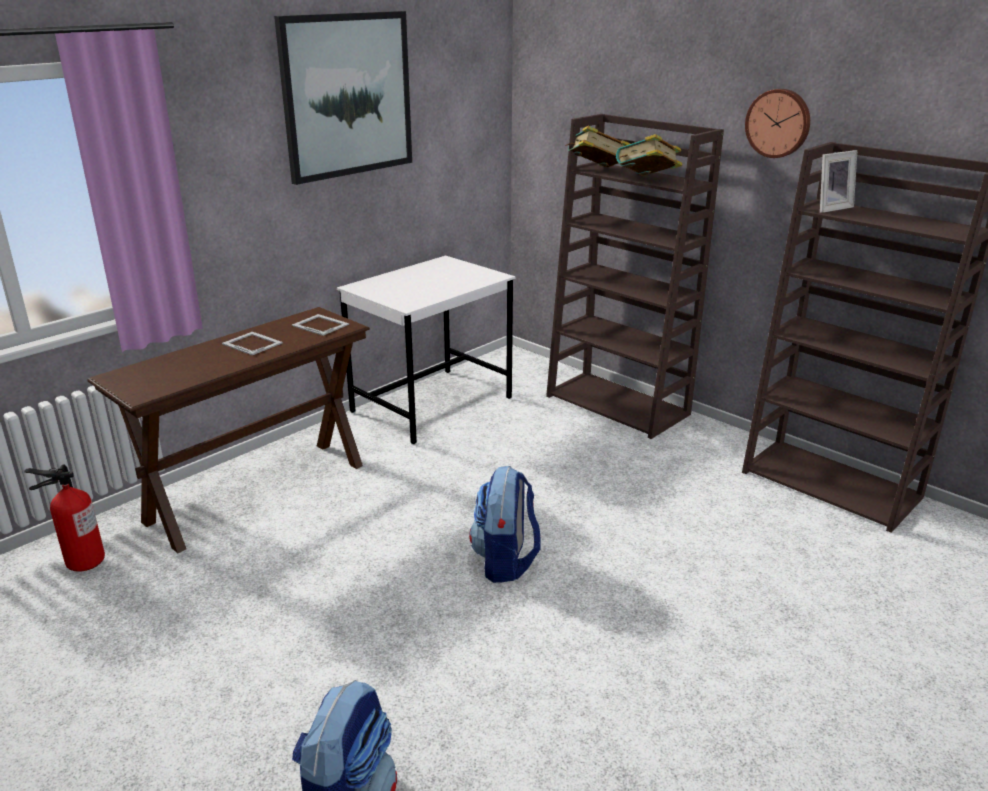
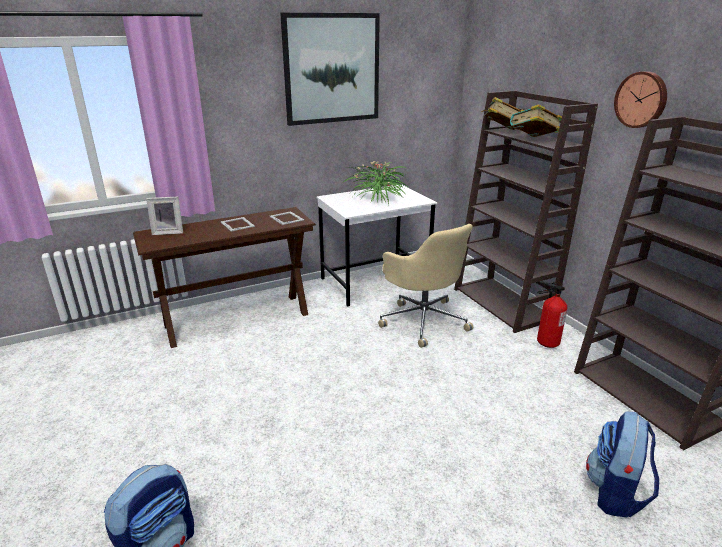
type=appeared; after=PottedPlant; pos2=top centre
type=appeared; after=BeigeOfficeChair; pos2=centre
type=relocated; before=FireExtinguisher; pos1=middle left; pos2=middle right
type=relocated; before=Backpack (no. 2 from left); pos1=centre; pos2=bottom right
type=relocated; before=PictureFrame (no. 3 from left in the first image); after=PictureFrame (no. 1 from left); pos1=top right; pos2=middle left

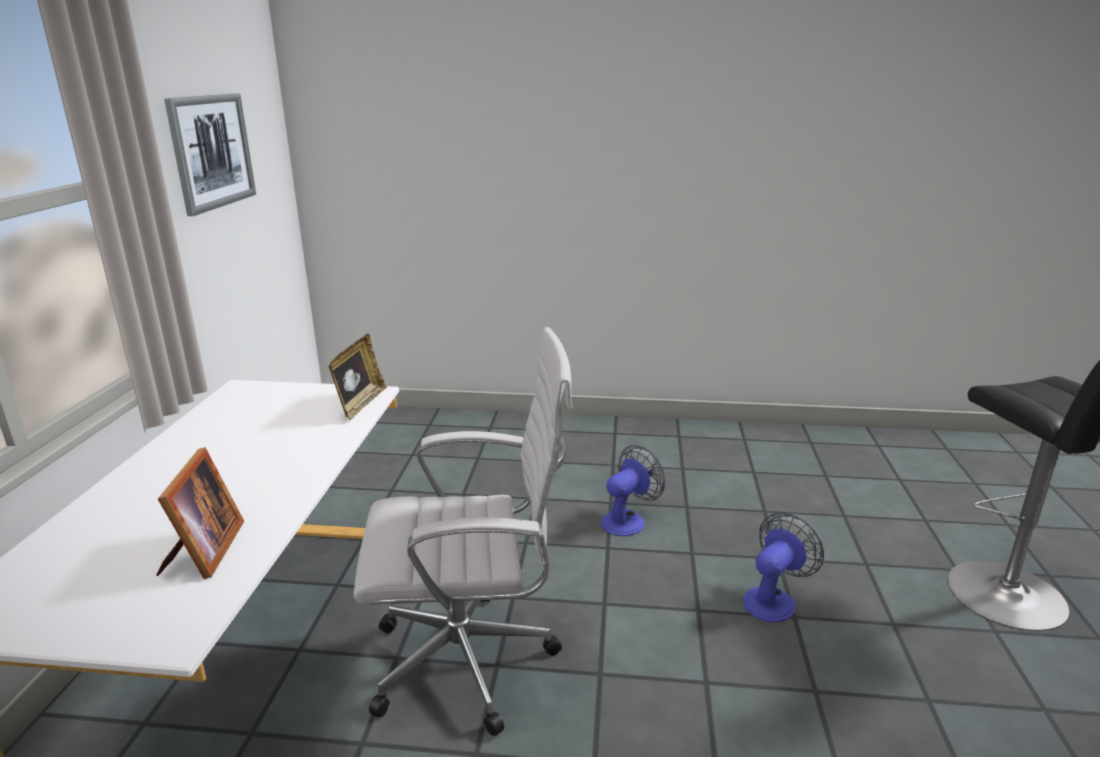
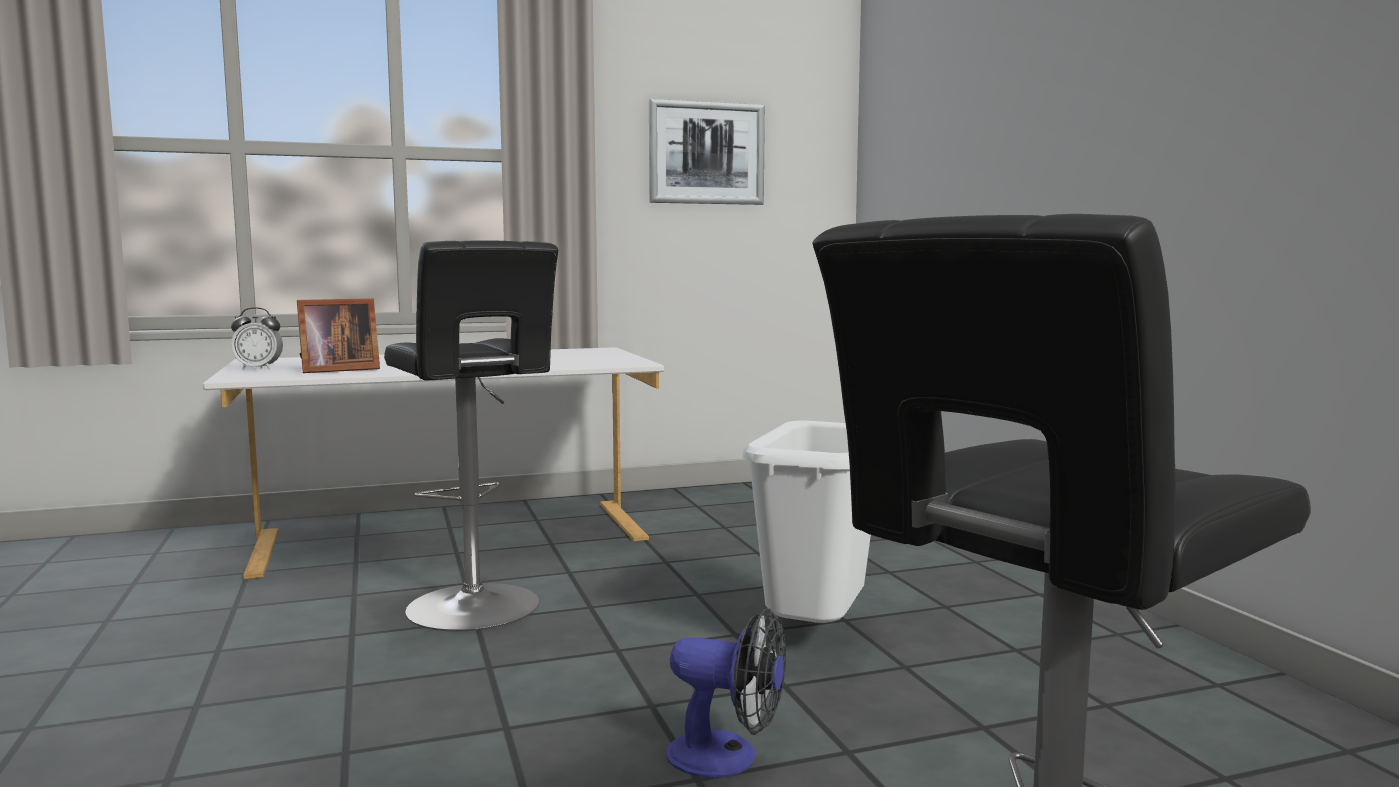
type=missing; before=PictureFrame (no. 2 from left); pos1=middle left
type=appeared; after=AlarmClock; pos2=middle left
type=exchanged; before=WhiteOfficeChair; after=BlackStool (no. 1 from left); pos1=bottom centre; pos2=centre
type=exchanged; before=Fan (no. 1 from left); after=WhiteTrashCan; pos1=centre; pos2=bottom centre

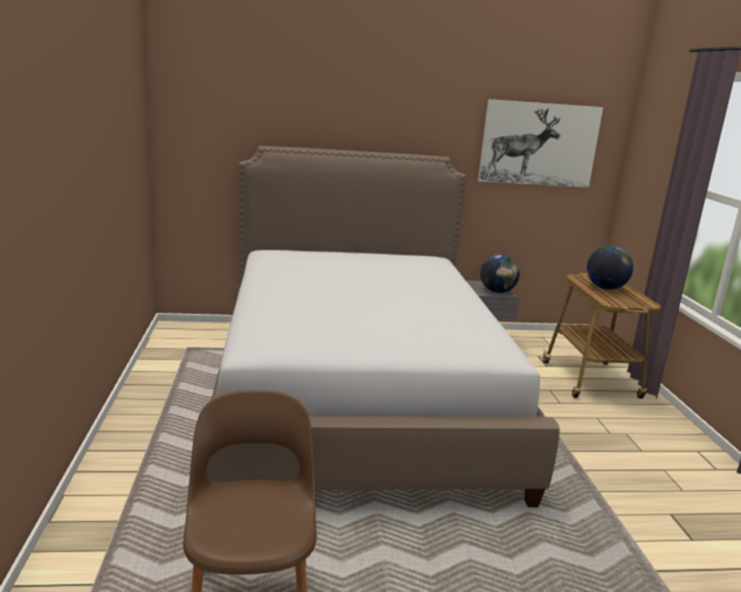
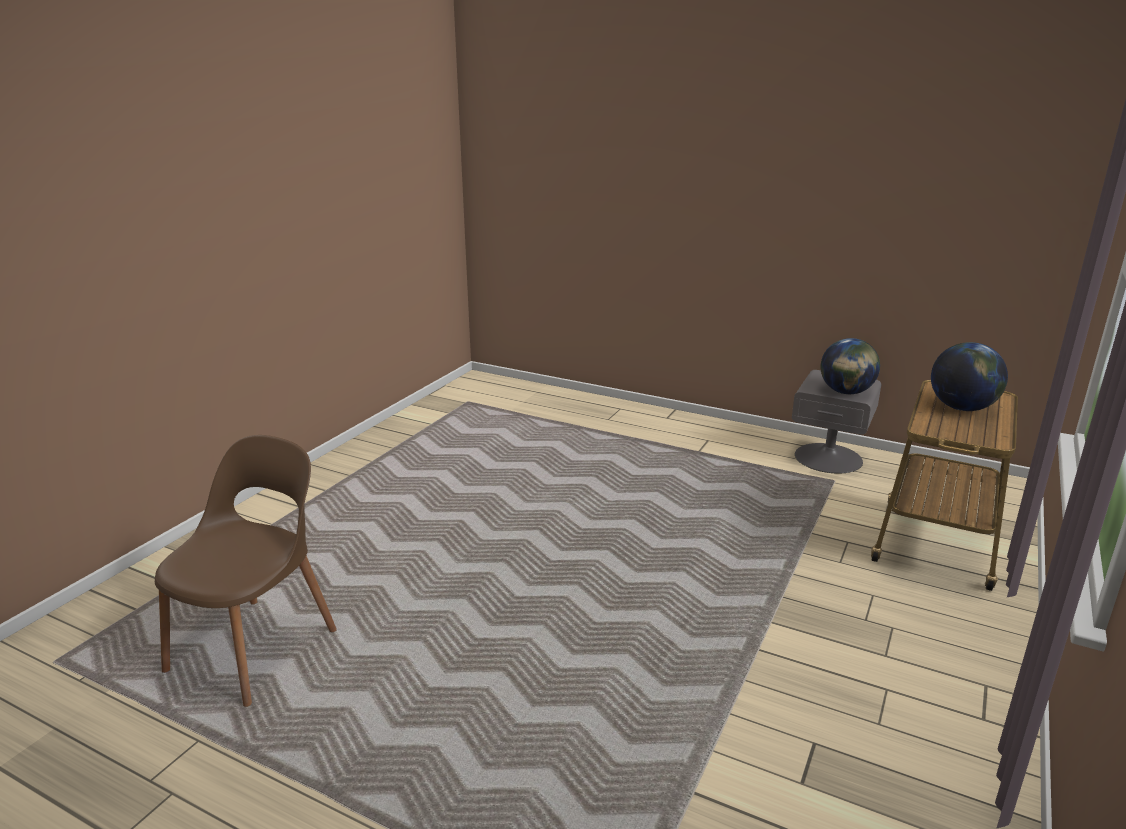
type=missing; before=Bed; pos1=centre
type=missing; before=Picture; pos1=top right

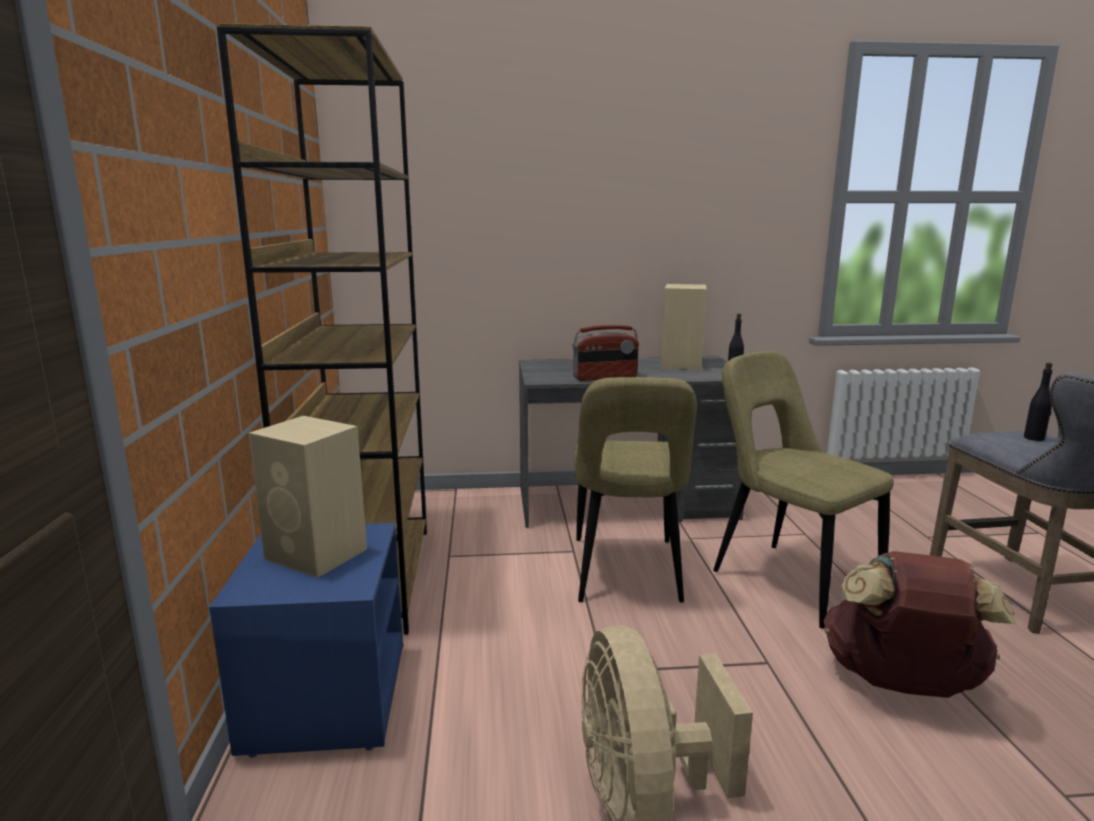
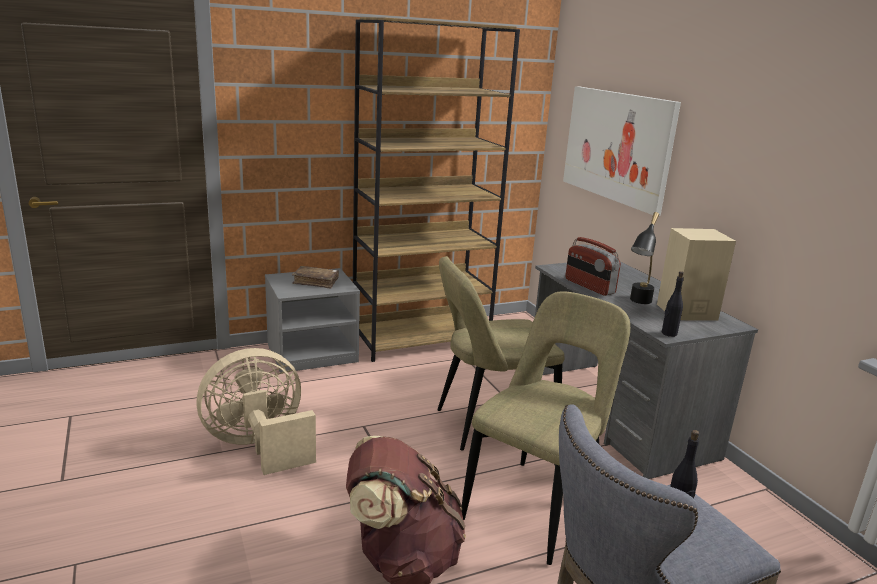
type=appeared; after=Picture; pos2=top right
type=appeared; after=BlackTableLamp; pos2=middle right
type=exchanged; before=BeigeSpeaker (no. 1 from left); after=BrownBook; pos1=middle left; pos2=centre
type=colour; before=BlueNightstand; after=GreyNightstand; pos1=bottom left; pos2=centre

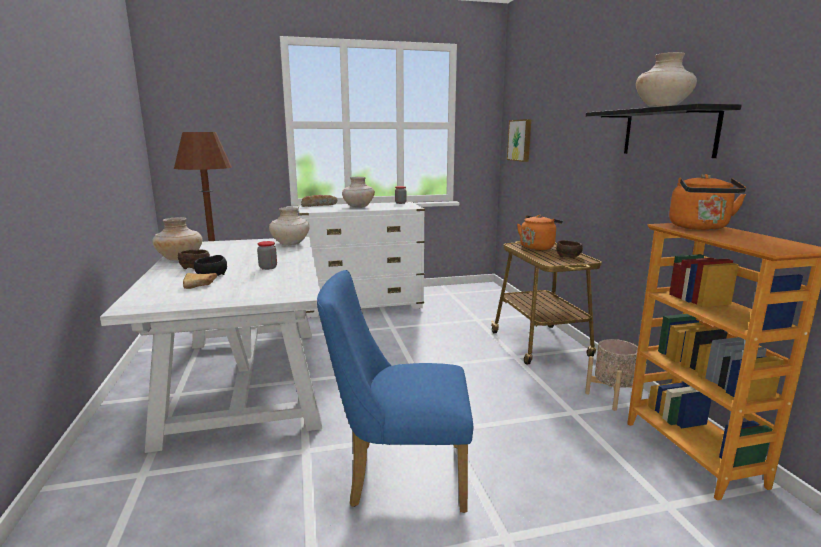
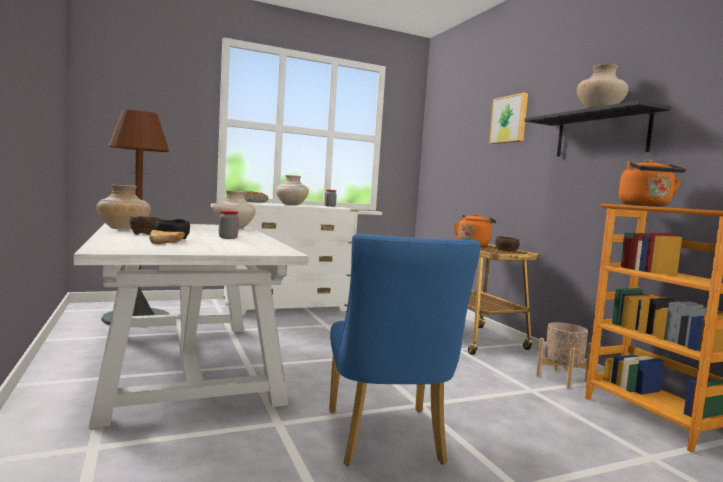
type=relocated; before=Picture; pos1=top centre; pos2=top right
type=spun; before=BlueChair; pos1=bottom centre; pos2=bottom centre; turn=-90

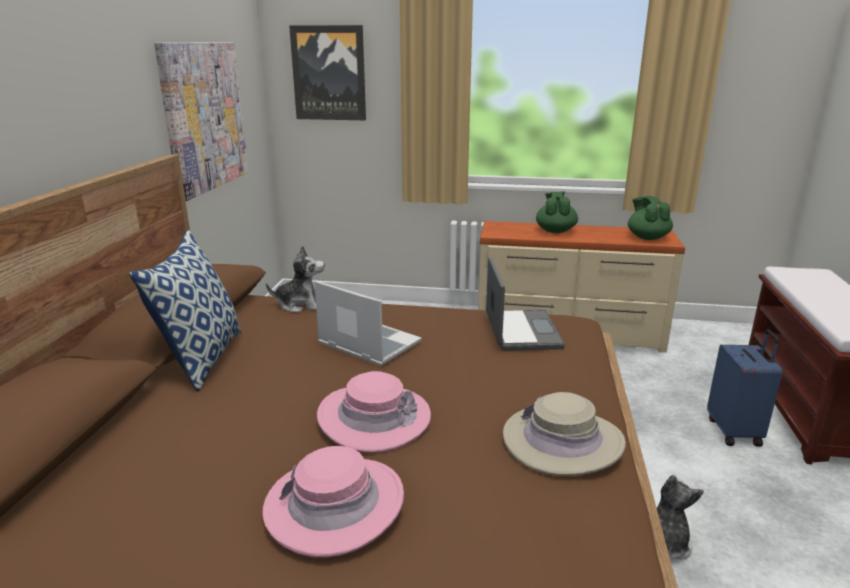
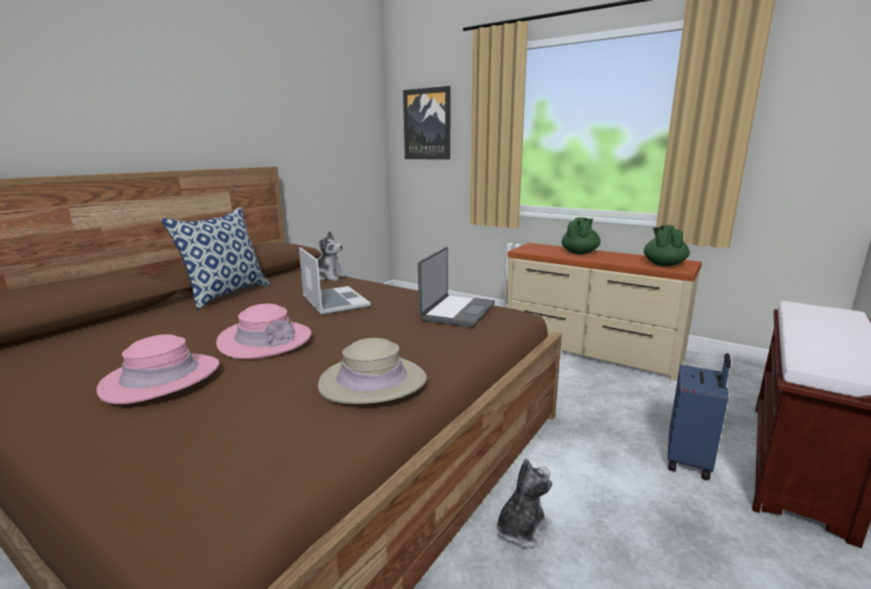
type=missing; before=Picture (no. 1 from left); pos1=top left

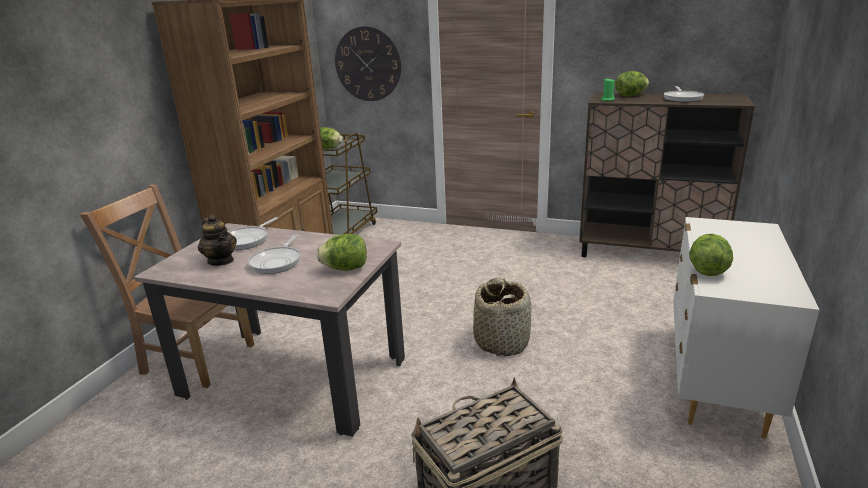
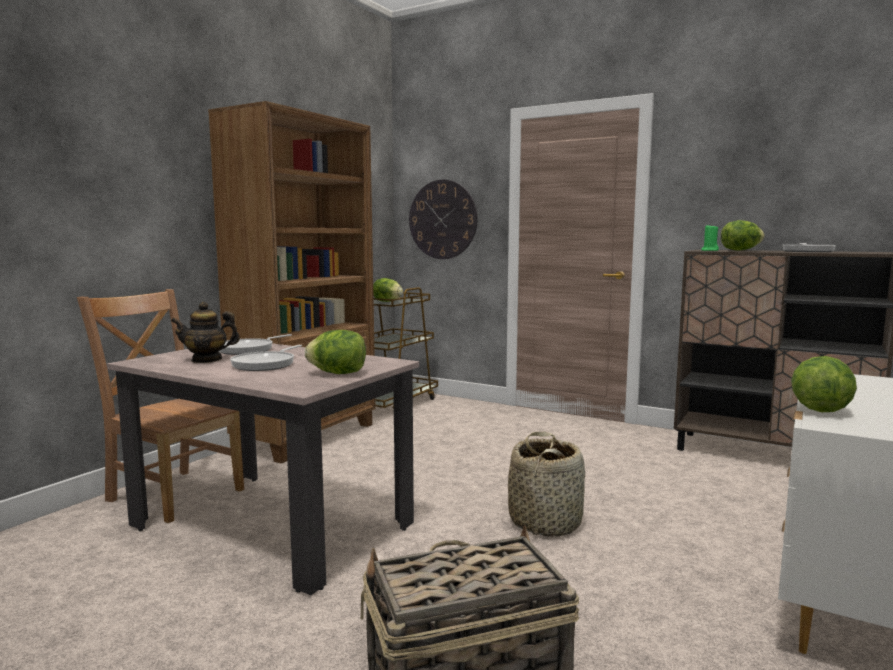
type=spun; before=Teapot; pos1=middle left; pos2=middle left; turn=105

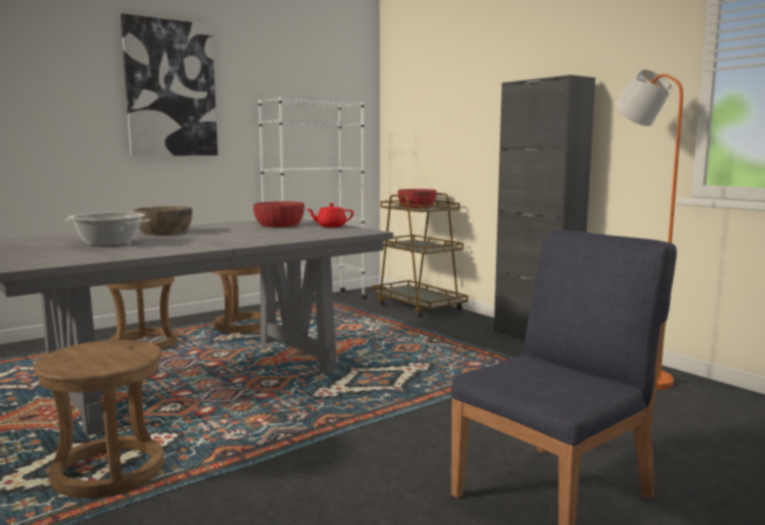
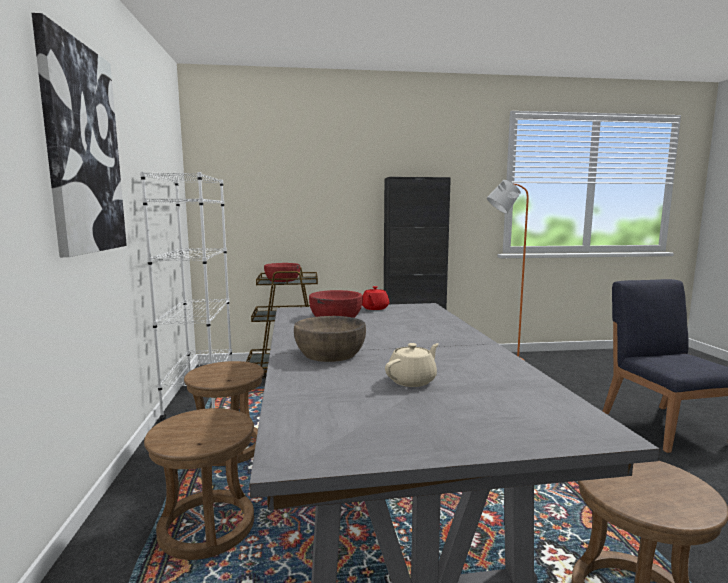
type=exchanged; before=CookingPot; after=BeigeTeapot; pos1=middle left; pos2=centre

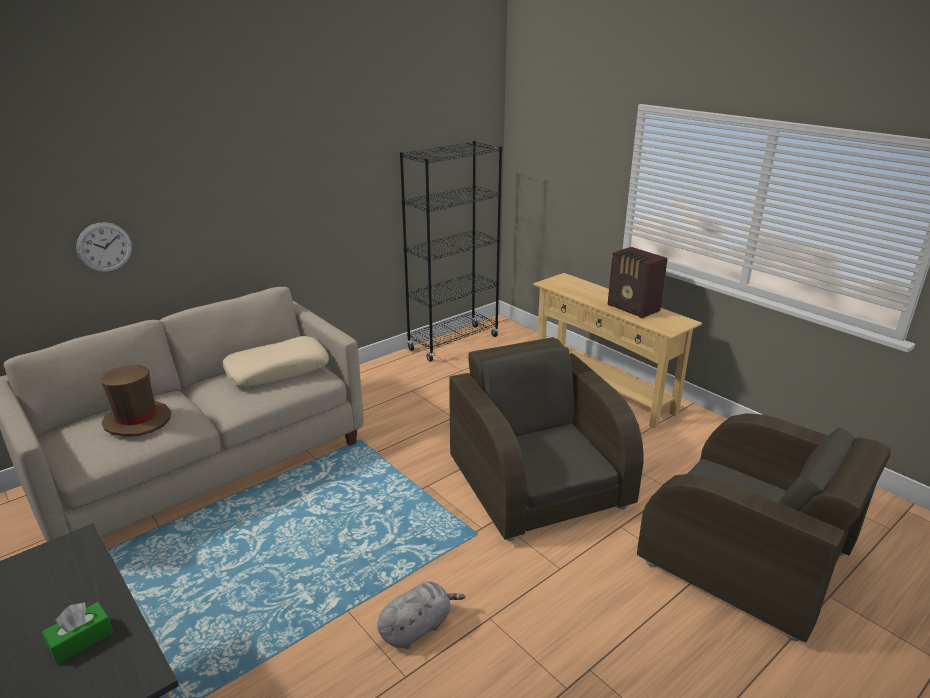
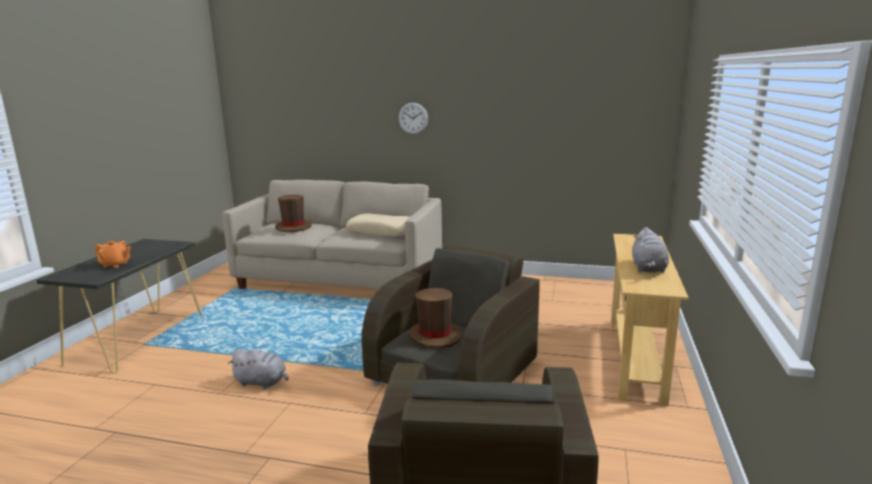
type=missing; before=BlackBookcase; pos1=centre
type=appeared; after=BrownHat (no. 2 from left); pos2=centre
type=relocated; before=WallClock; pos1=middle left; pos2=top centre
type=exchanged; before=GreenTissueBox; after=OrangeTeapot; pos1=bottom left; pos2=middle left
type=exchanged; before=Radio; after=GreyPlushToy (no. 2 from left); pos1=middle right; pos2=middle right

